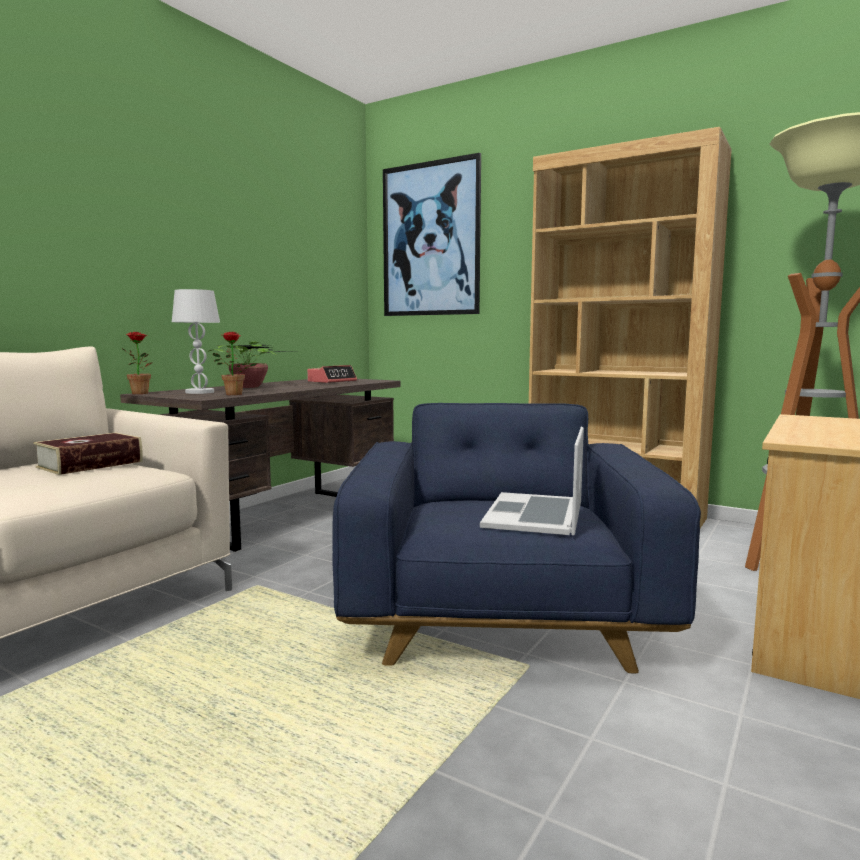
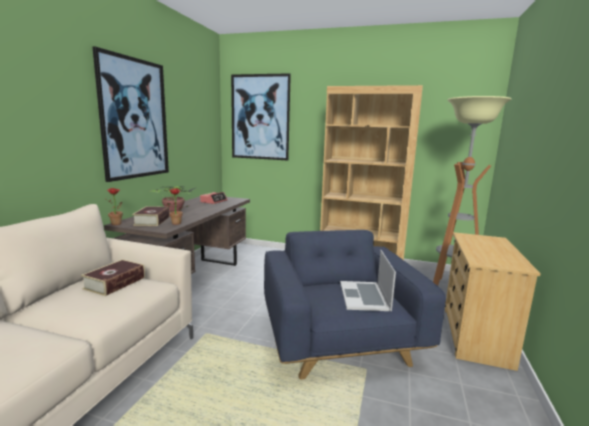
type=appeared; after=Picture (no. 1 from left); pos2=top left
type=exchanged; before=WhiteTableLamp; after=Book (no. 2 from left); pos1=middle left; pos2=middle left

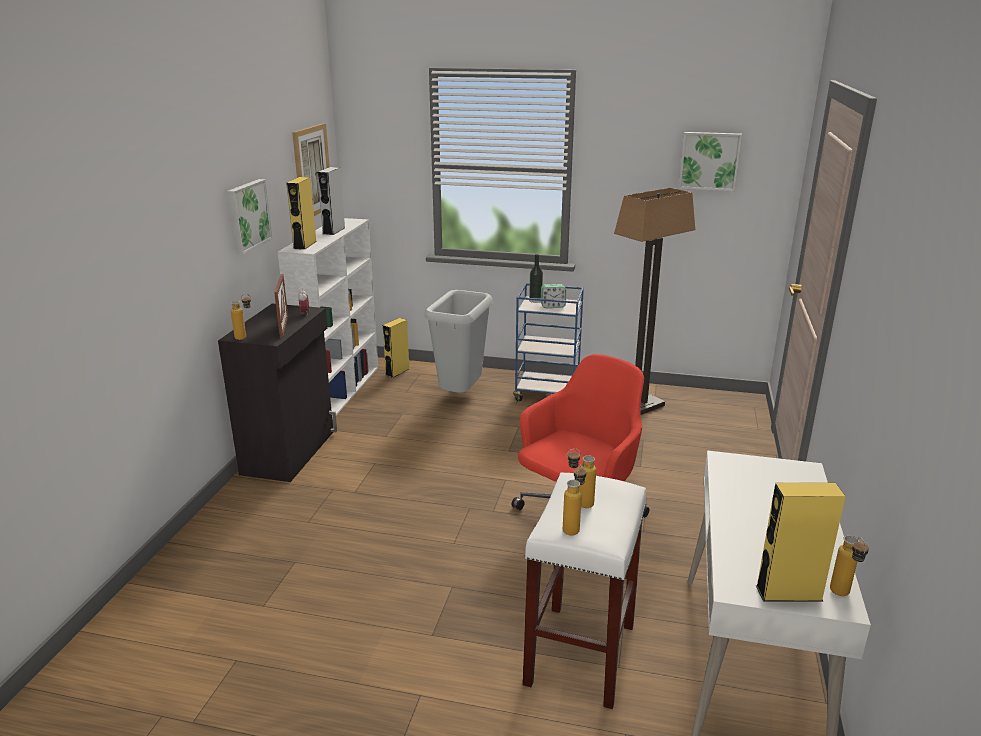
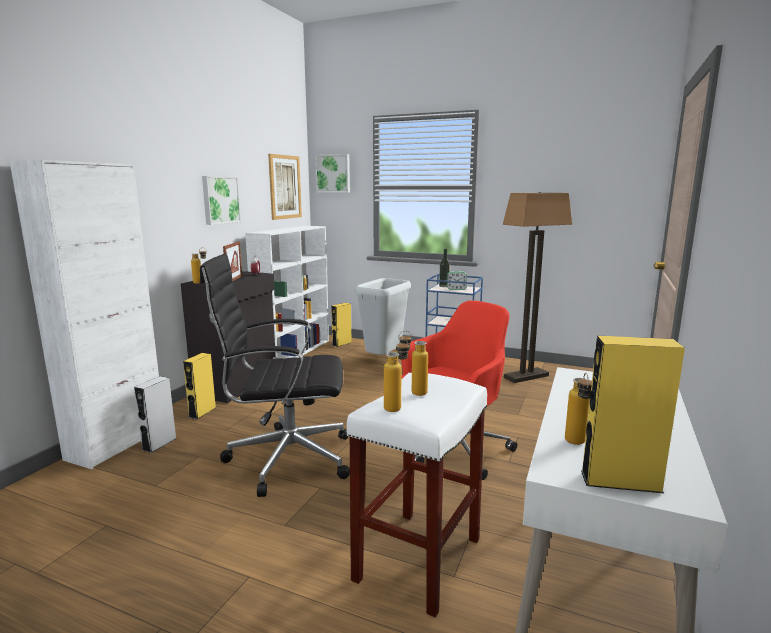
type=appeared; after=WhiteCabinet; pos2=middle left
type=appeared; after=BlackOfficeChair; pos2=centre
type=relocated; before=YellowSpeaker (no. 1 from left); pos1=top left; pos2=middle left
type=relocated; before=GreySpeaker; pos1=top centre; pos2=middle left
type=relocated; before=Picture (no. 3 from left); pos1=top right; pos2=top centre
type=relocated; before=Bottle (no. 5 from left); pos1=bottom right; pos2=middle right

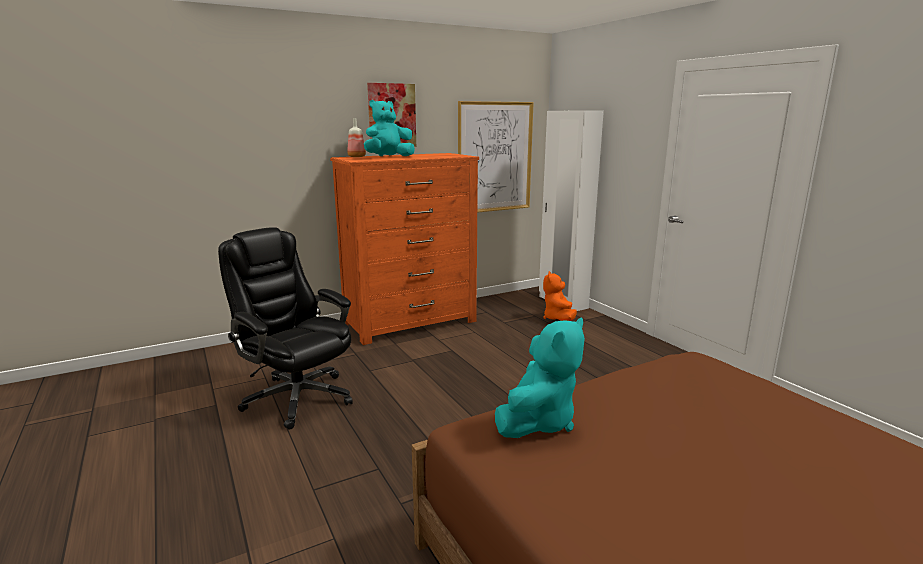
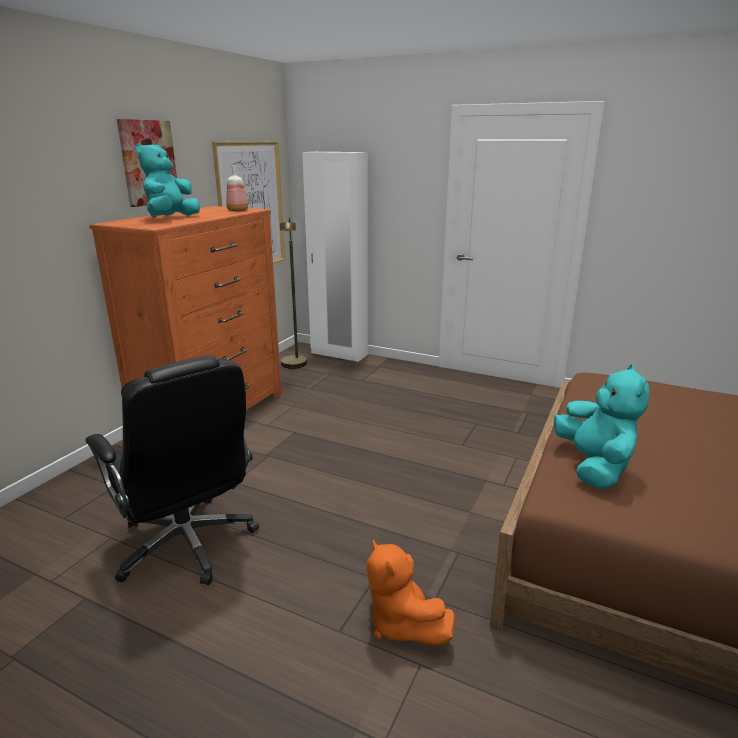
type=appeared; after=BrownFloorLamp; pos2=centre
type=relocated; before=Bottle; pos1=top centre; pos2=top left
type=relocated; before=OrangePlushToy; pos1=centre; pos2=bottom centre
type=spun; before=BlackOfficeChair; pos1=middle left; pos2=middle left; turn=-135

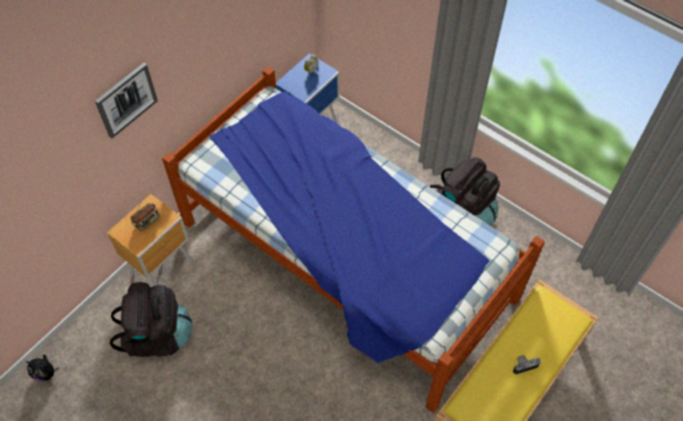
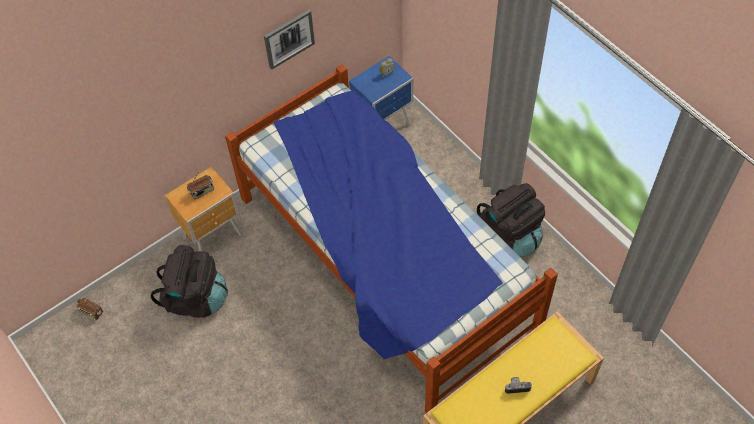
type=relocated; before=Picture; pos1=top left; pos2=top centre
type=exchanged; before=PlushToy; after=Radio (no. 1 from left); pos1=bottom left; pos2=bottom left

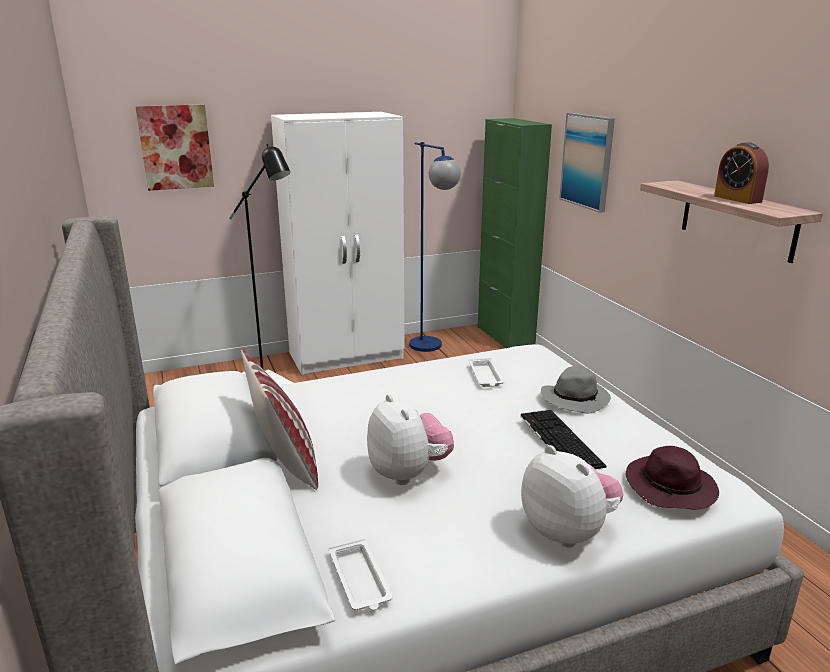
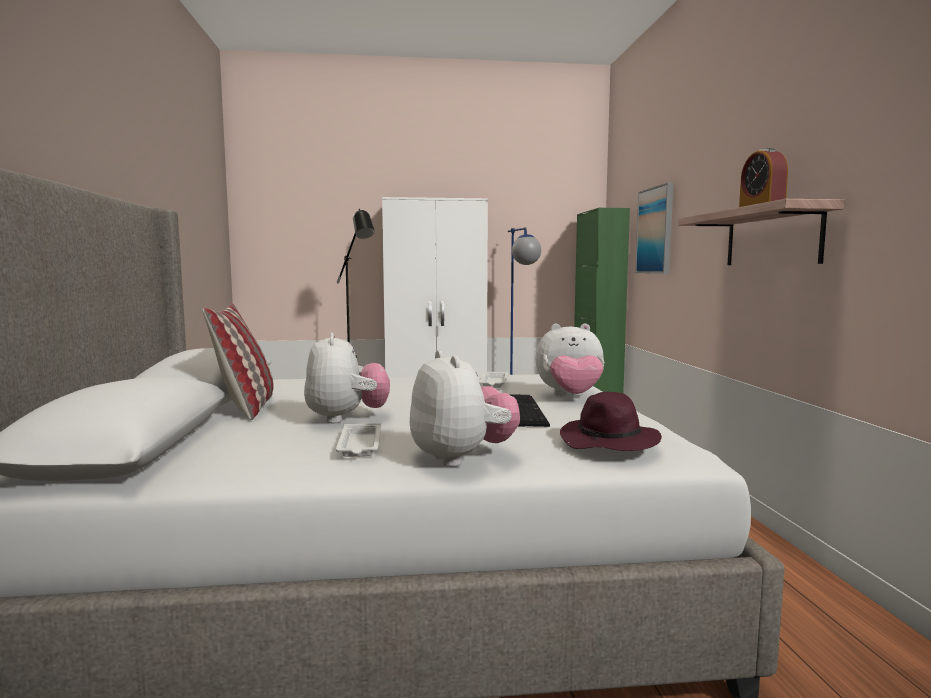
type=missing; before=Picture (no. 1 from left); pos1=top left
type=relocated; before=WhiteTray (no. 1 from left); pos1=bottom centre; pos2=centre
type=exchanged; before=GreyHat; after=PlushToy (no. 3 from left); pos1=middle right; pos2=centre

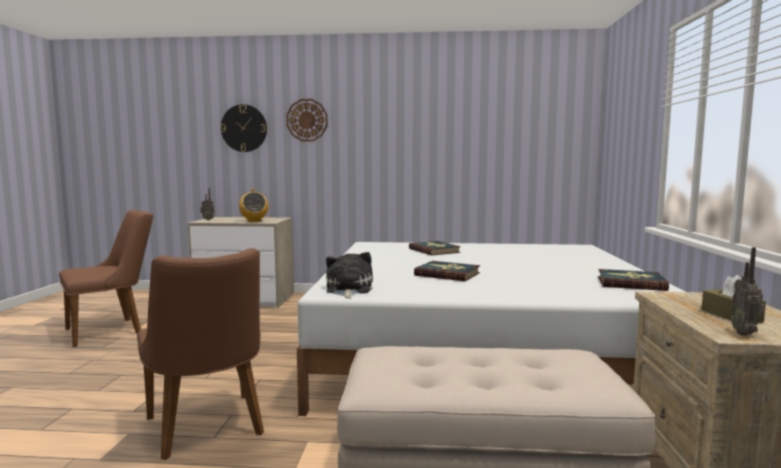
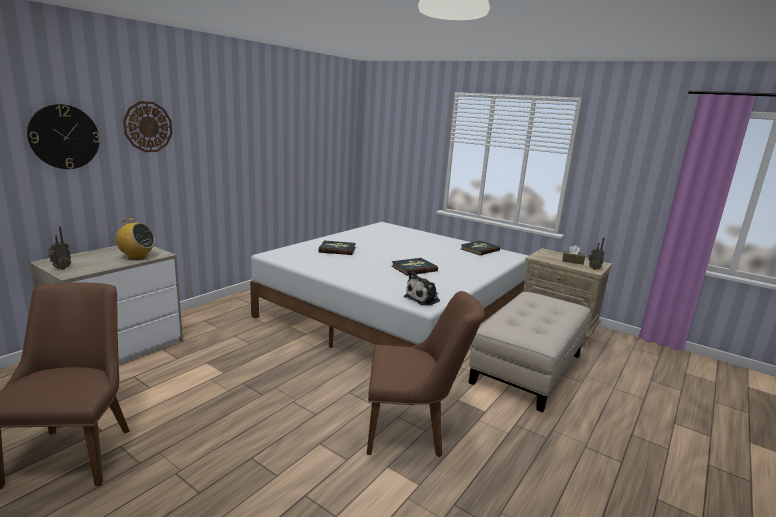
type=spun; before=PlushToy; pos1=centre; pos2=centre; turn=-75

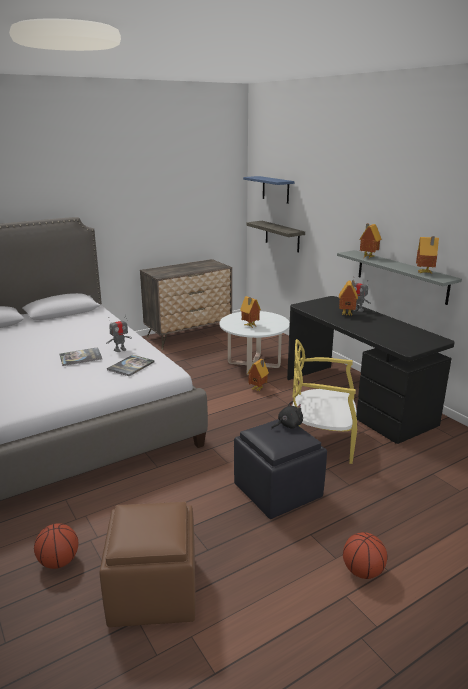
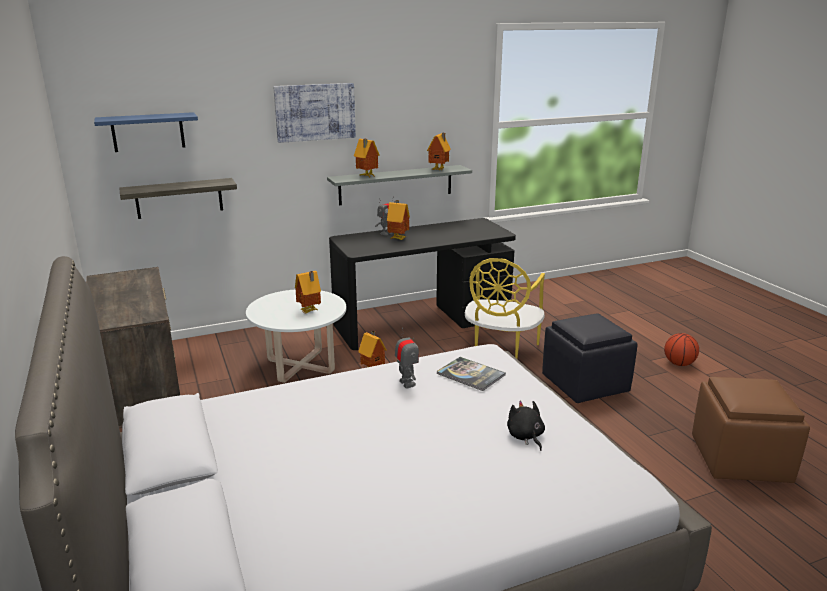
type=missing; before=Basketball (no. 1 from left); pos1=bottom left
type=missing; before=Book (no. 1 from left); pos1=middle left
type=appeared; after=Picture; pos2=top centre
type=relocated; before=BlackPlushToy; pos1=centre; pos2=bottom centre

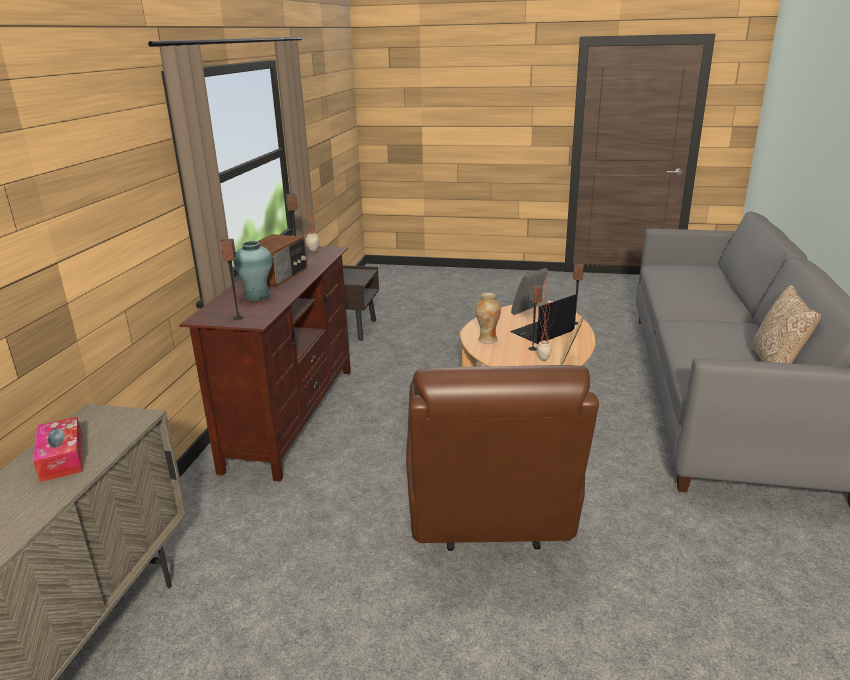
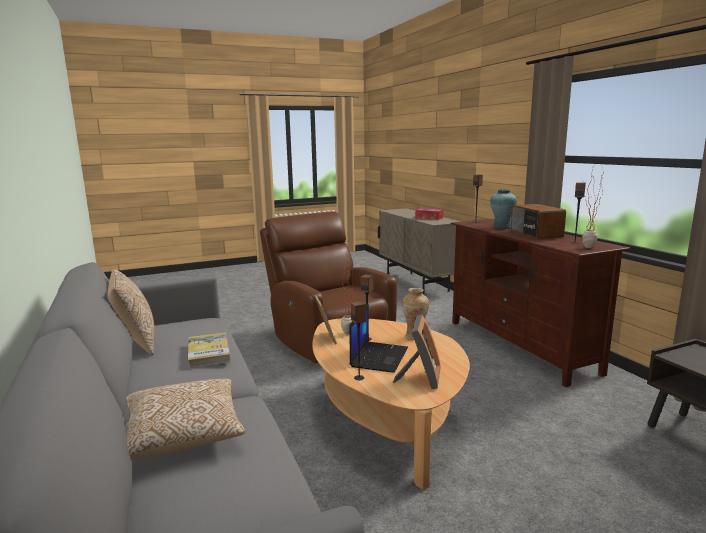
type=appeared; after=Pillow (no. 2 from left); pos2=bottom left
type=appeared; after=Book; pos2=middle left

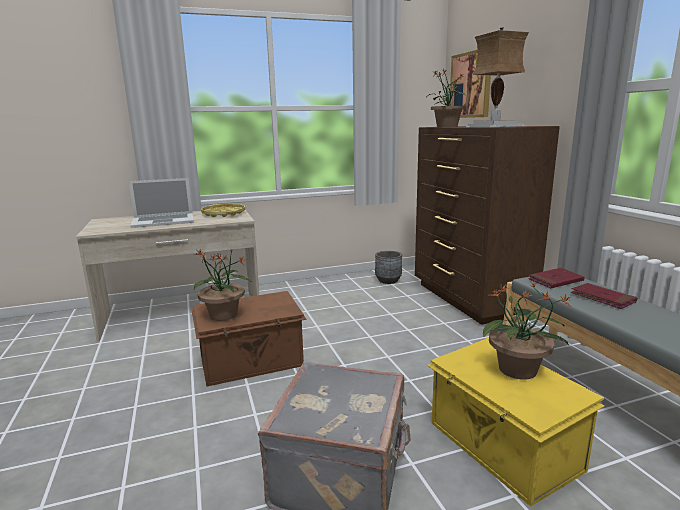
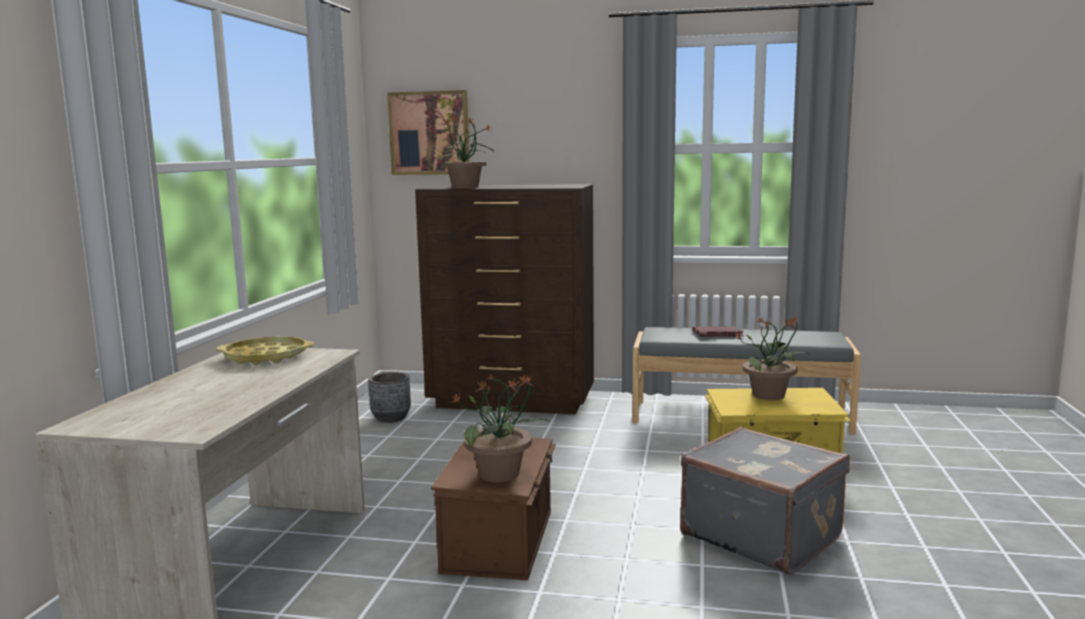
type=missing; before=Laptop; pos1=middle left
type=missing; before=TableLamp; pos1=top right
type=missing; before=RedBook (no. 1 from left); pos1=middle right

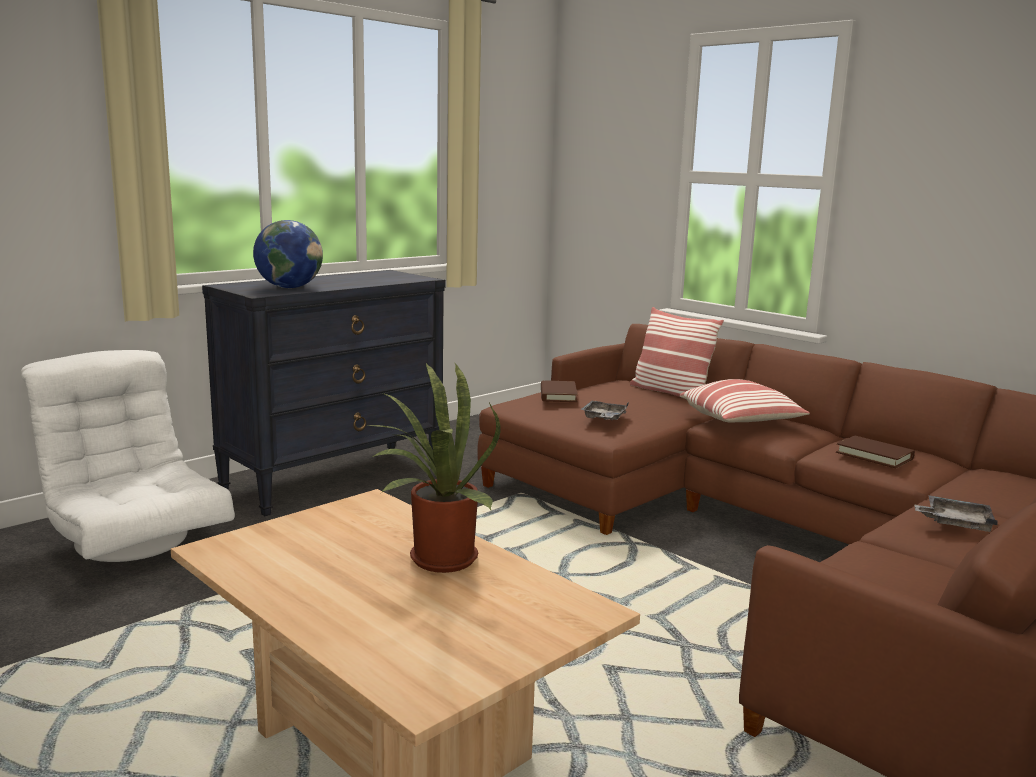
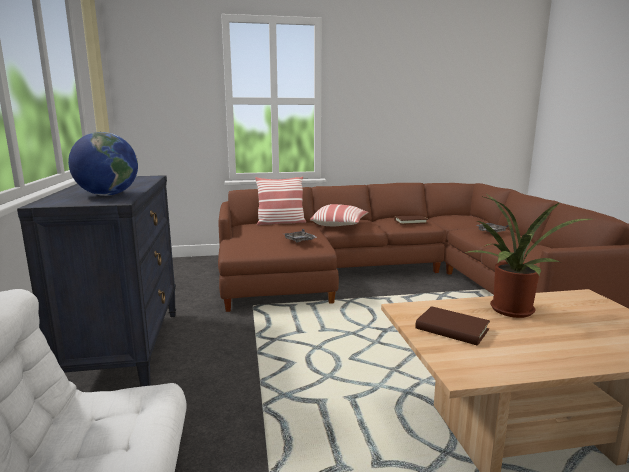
type=relocated; before=BrownBook (no. 1 from left in the first image); after=BrownBook (no. 2 from left); pos1=centre; pos2=bottom right

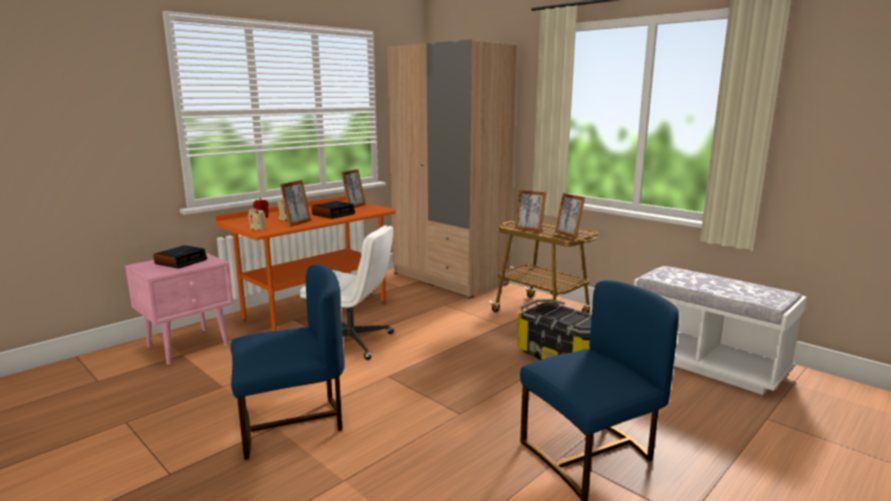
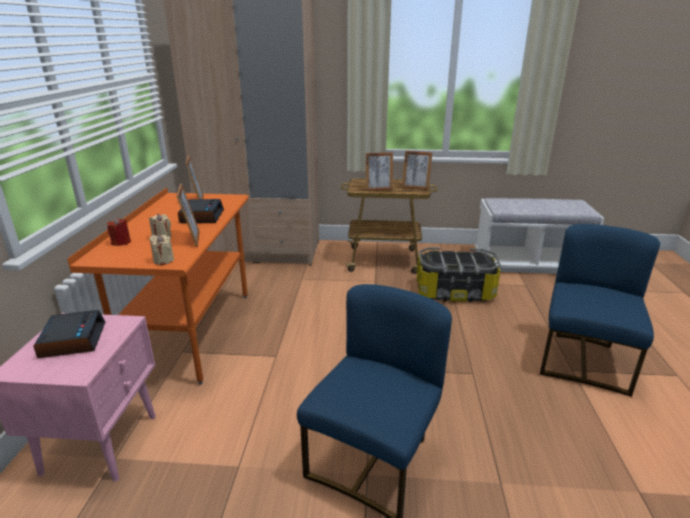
type=missing; before=WhiteOfficeChair; pos1=centre

